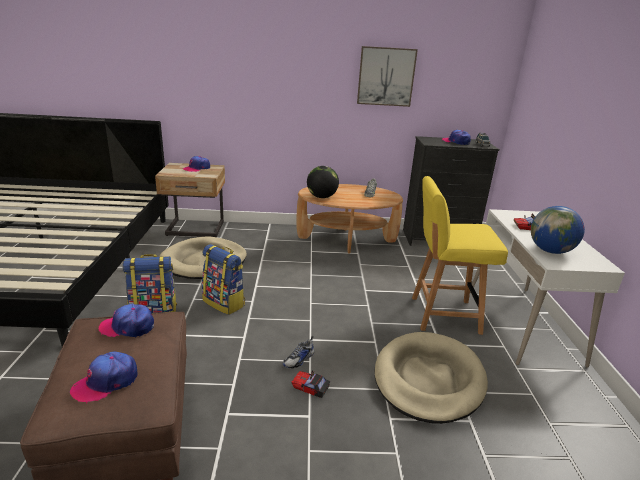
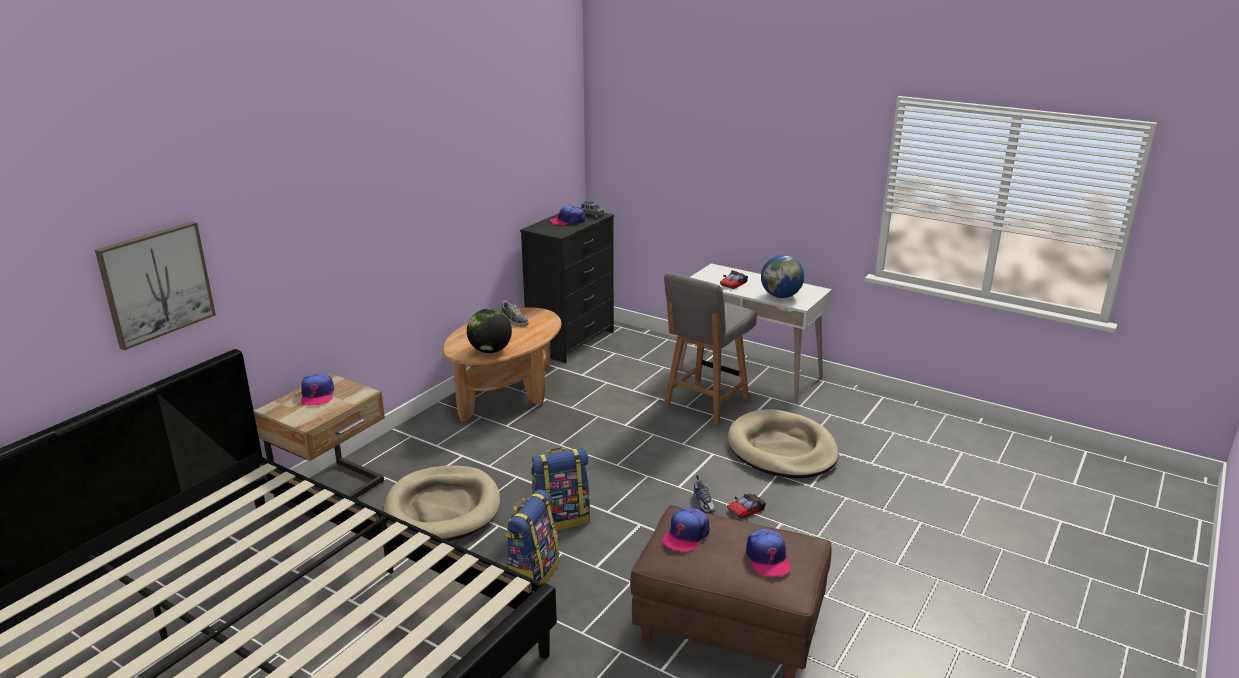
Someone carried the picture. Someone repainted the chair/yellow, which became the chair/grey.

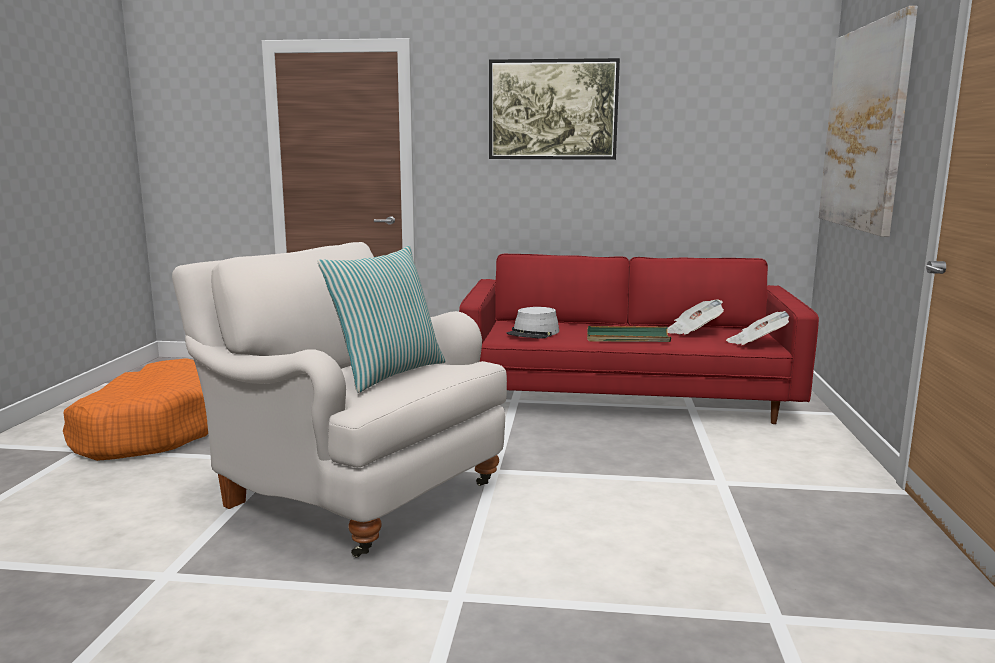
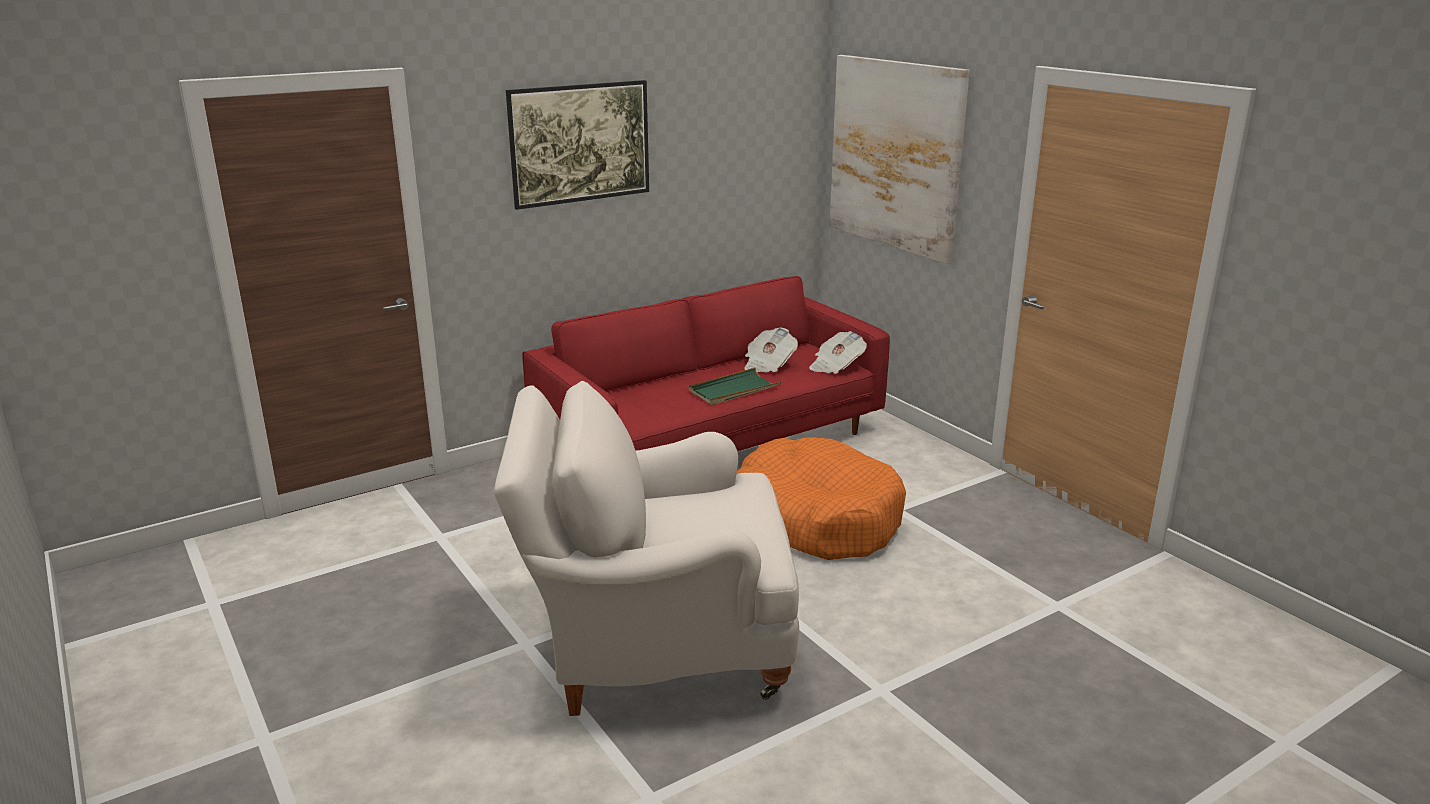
Someone carried the dog bed/orange. Someone took away the pillow. Someone took away the hat/grey.

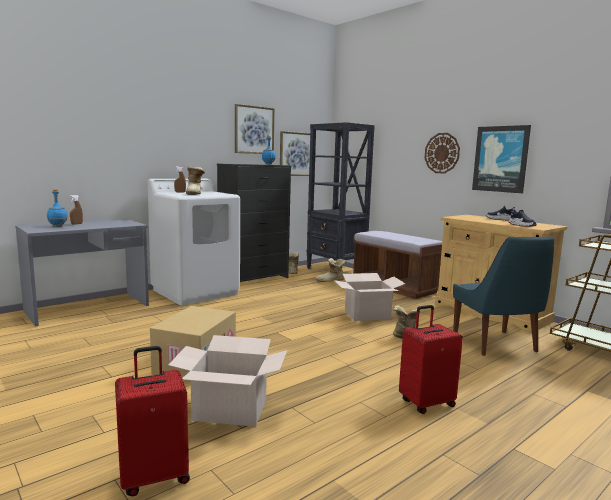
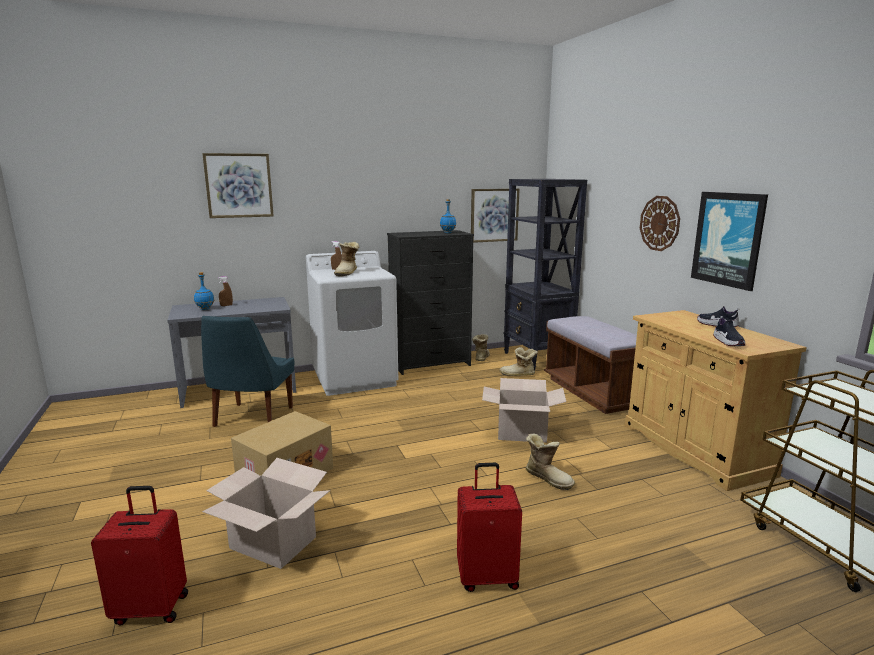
Someone carried the chair/blue. Someone carried the picture (1st from left).

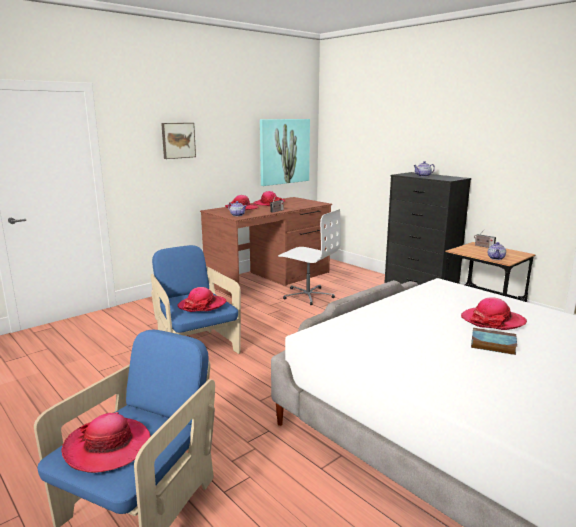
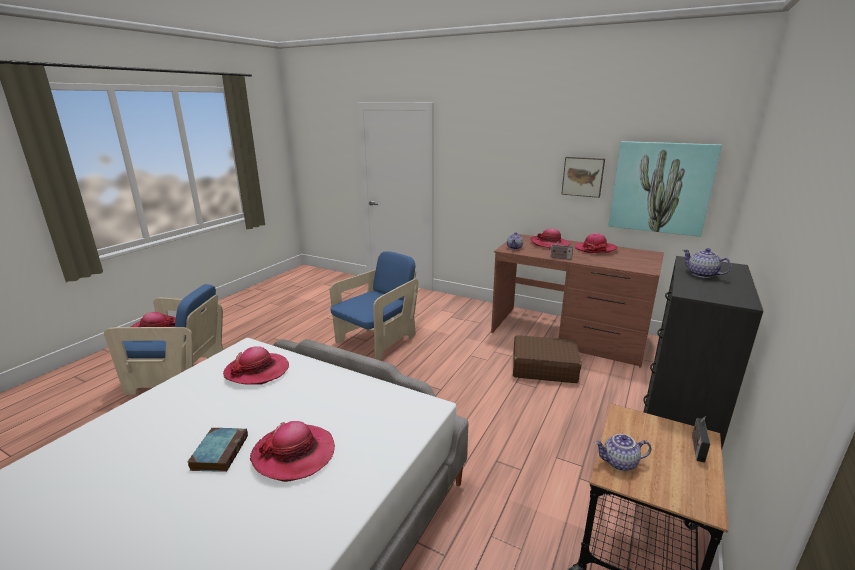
Someone carried the hat (2nd from left). Someone swapped the office chair/white for the suitcase/brown. Someone carried the picture (1st from left).

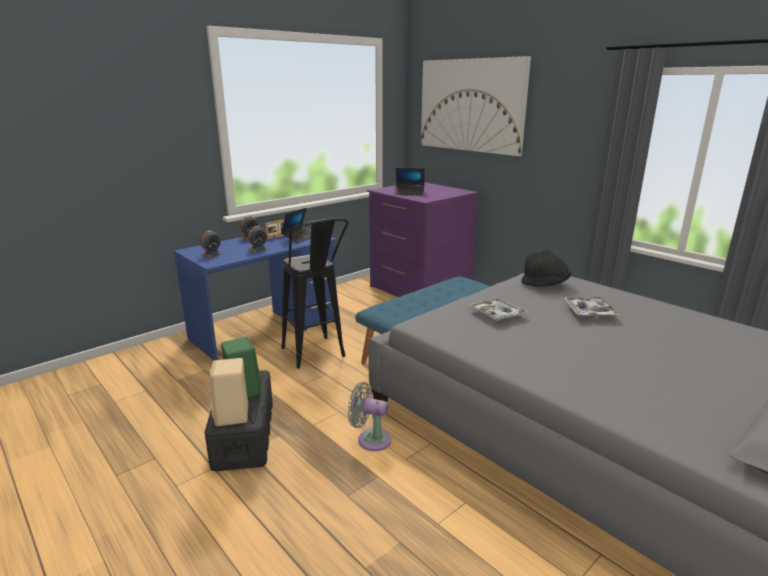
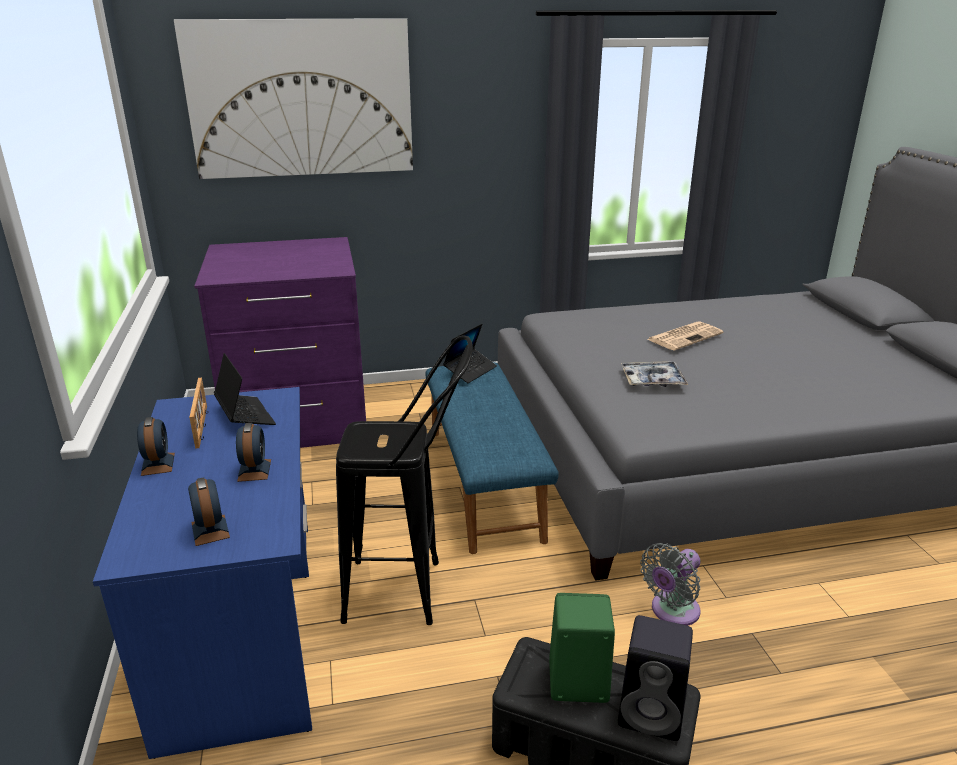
Someone carried the laptop (2nd from left). Someone repainted the speaker/beige, which became the speaker/black. Someone swapped the tray (2nd from left) for the newspaper. Someone took away the hat/black.

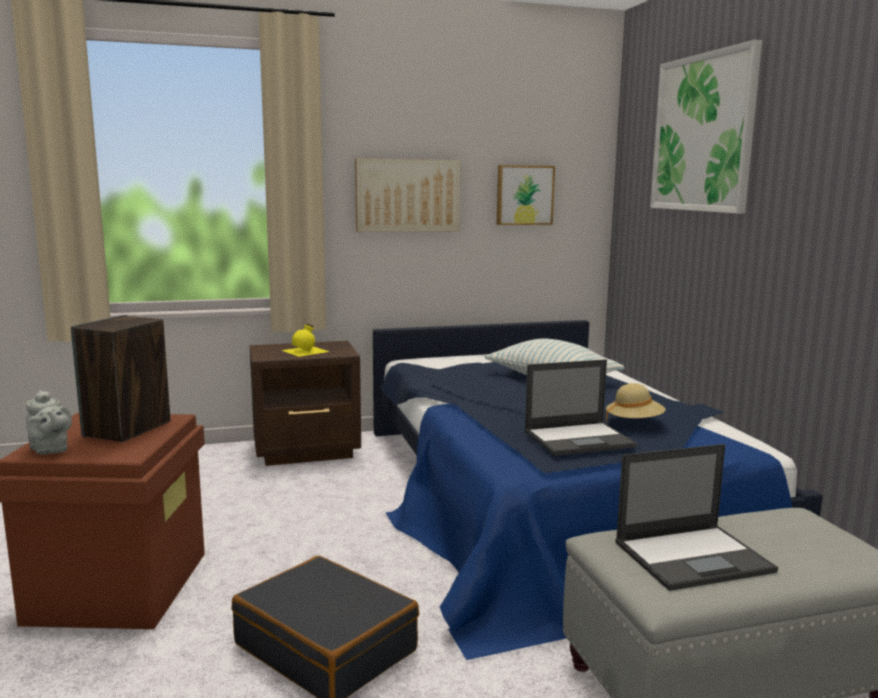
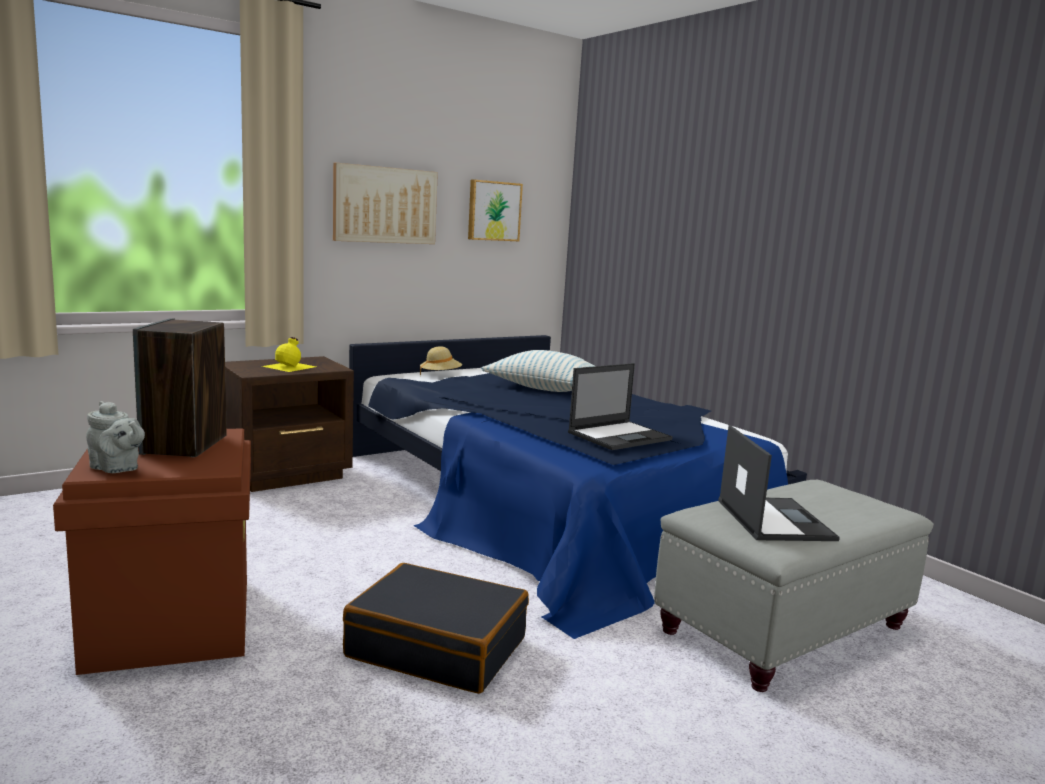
Someone carried the hat/beige. Someone rotated the laptop (2nd from left) by 60 degrees counterclockwise. Someone took away the picture (3rd from left).

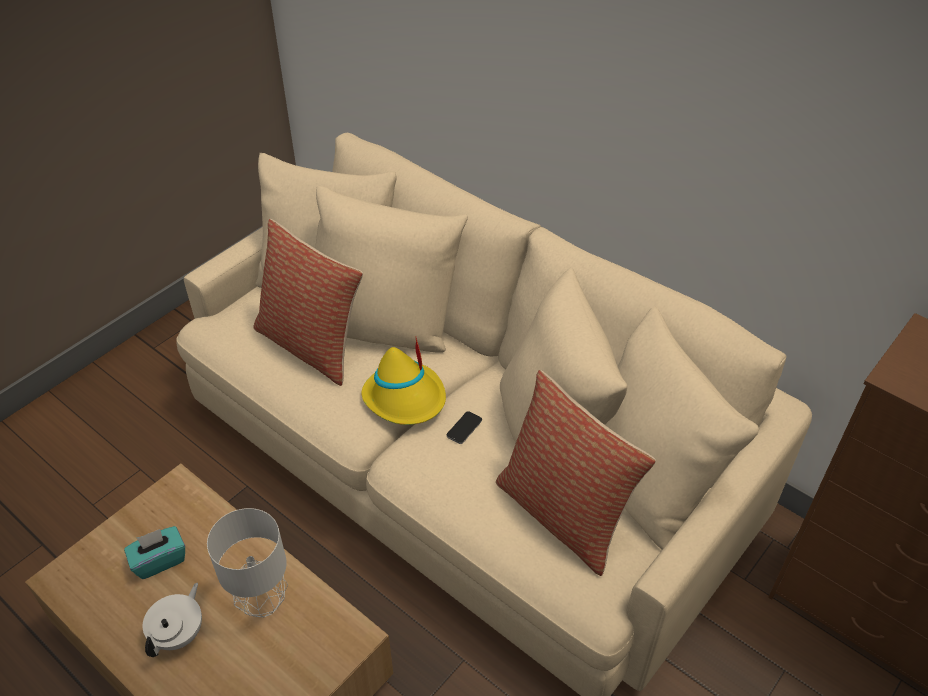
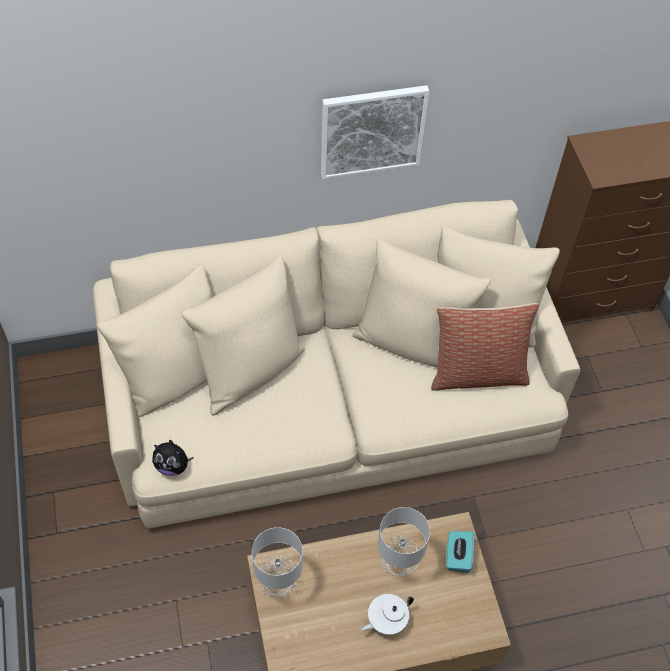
Someone put down the plush toy. Someone put down the table lamp/grey (1st from left). Someone put up the picture. Someone rotated the teapot/white by 90 degrees counterclockwise. Someone carried the tissue box/turquoise. Someone took away the pillow (1st from left). Someone took away the hat/yellow. Someone took away the phone.

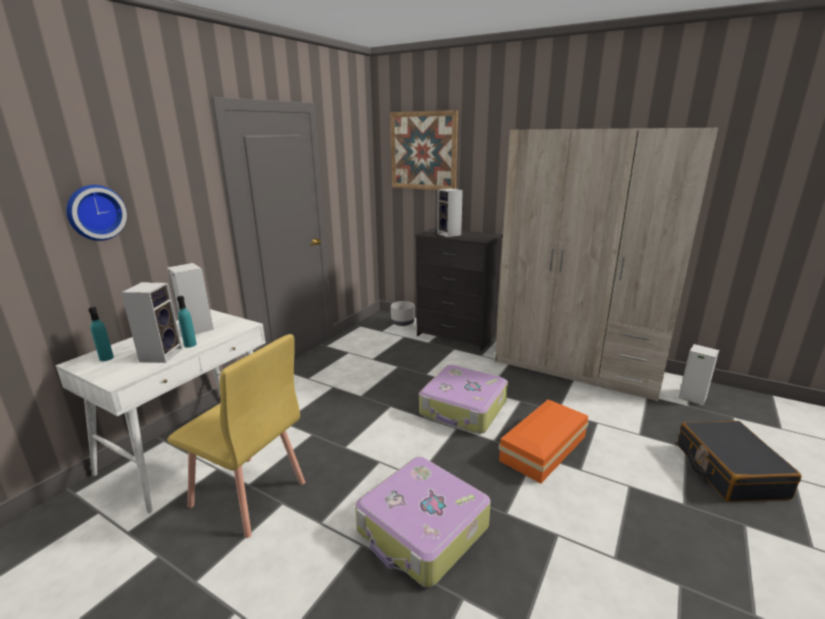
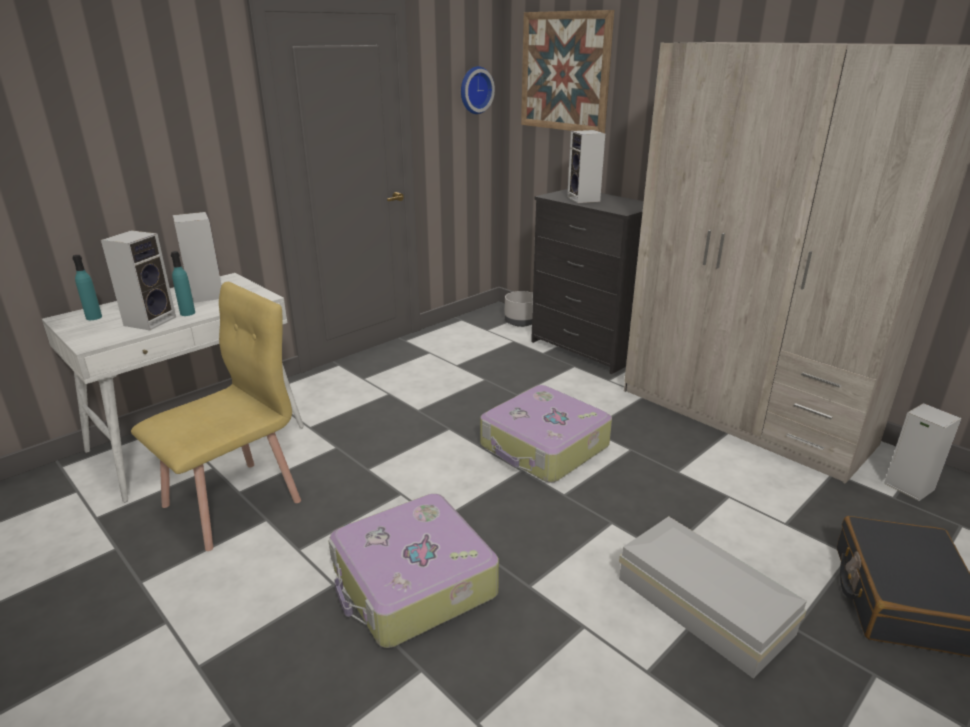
Someone rotated the chair/yellow by 90 degrees counterclockwise. Someone carried the wall clock. Someone put down the storage box/white. Someone took away the storage box/orange.

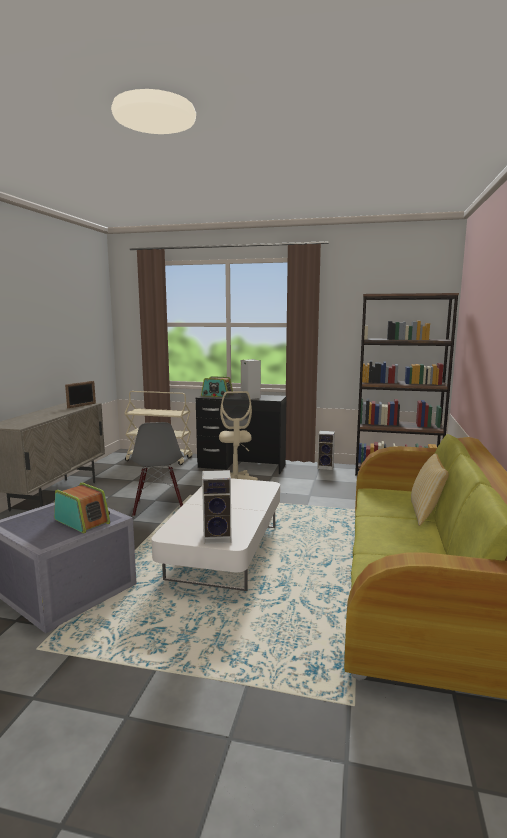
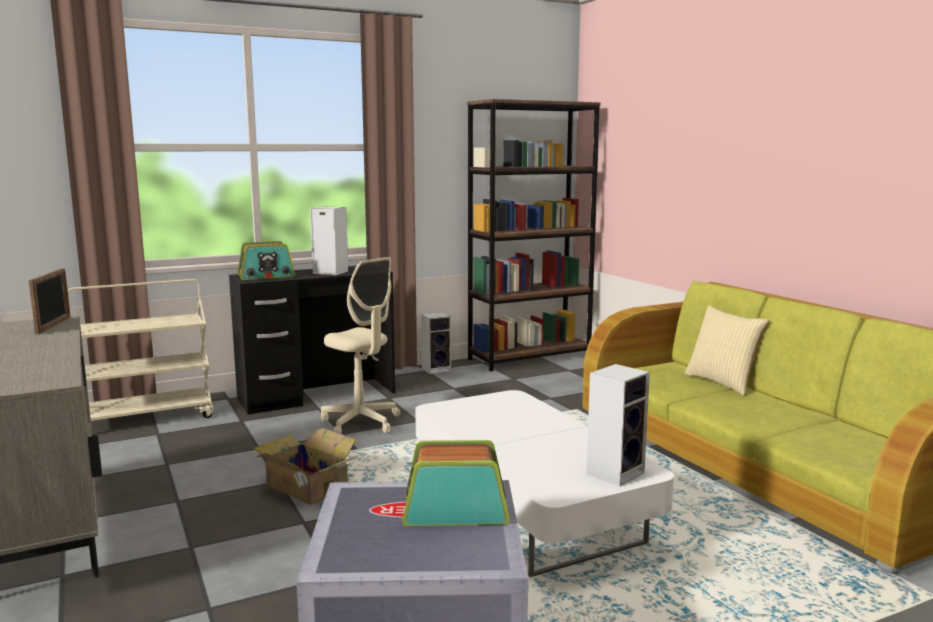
Someone swapped the chair/grey for the cardboard box.

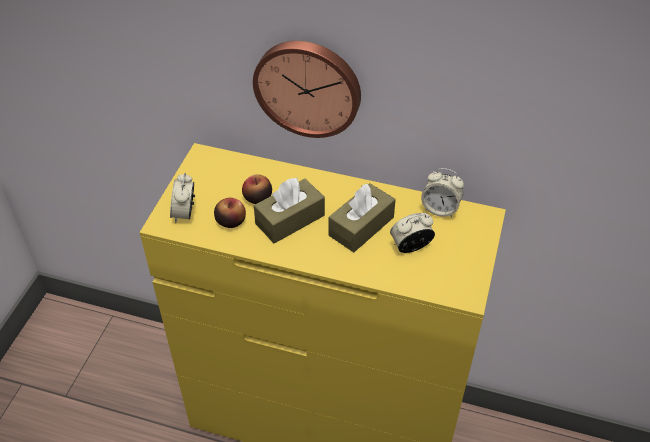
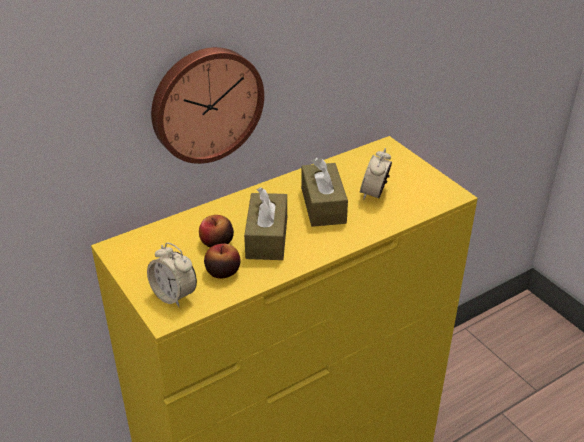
Someone took away the alarm clock (3rd from left).

